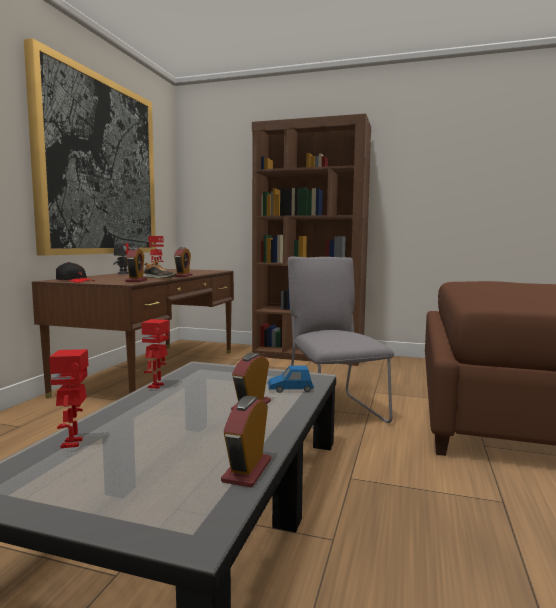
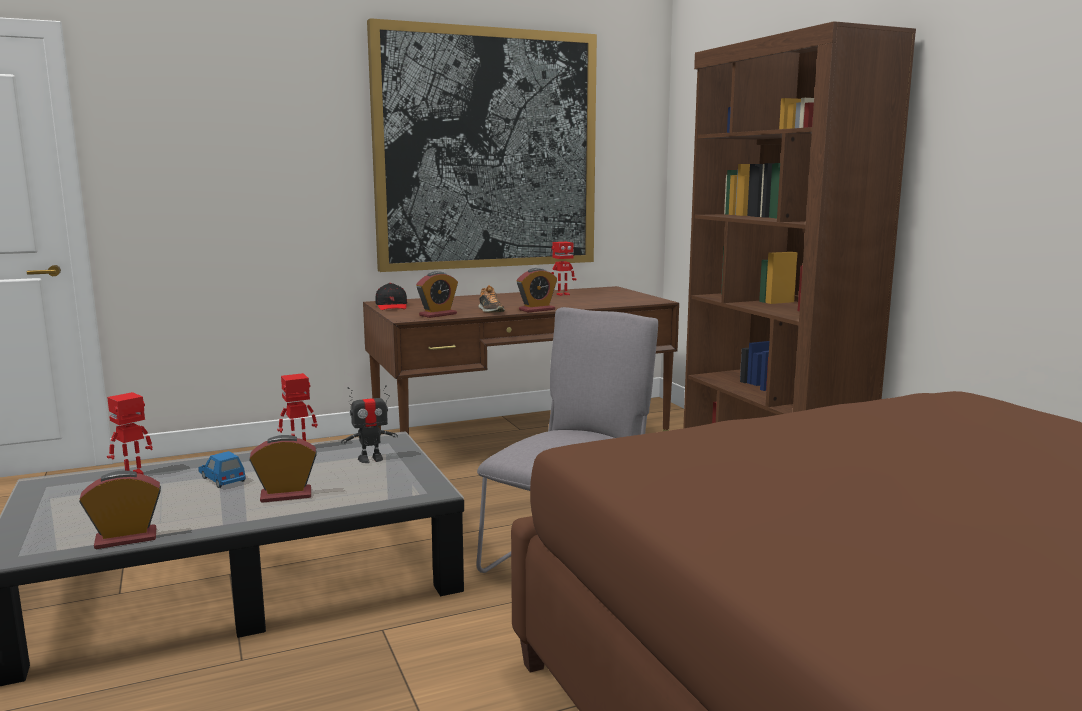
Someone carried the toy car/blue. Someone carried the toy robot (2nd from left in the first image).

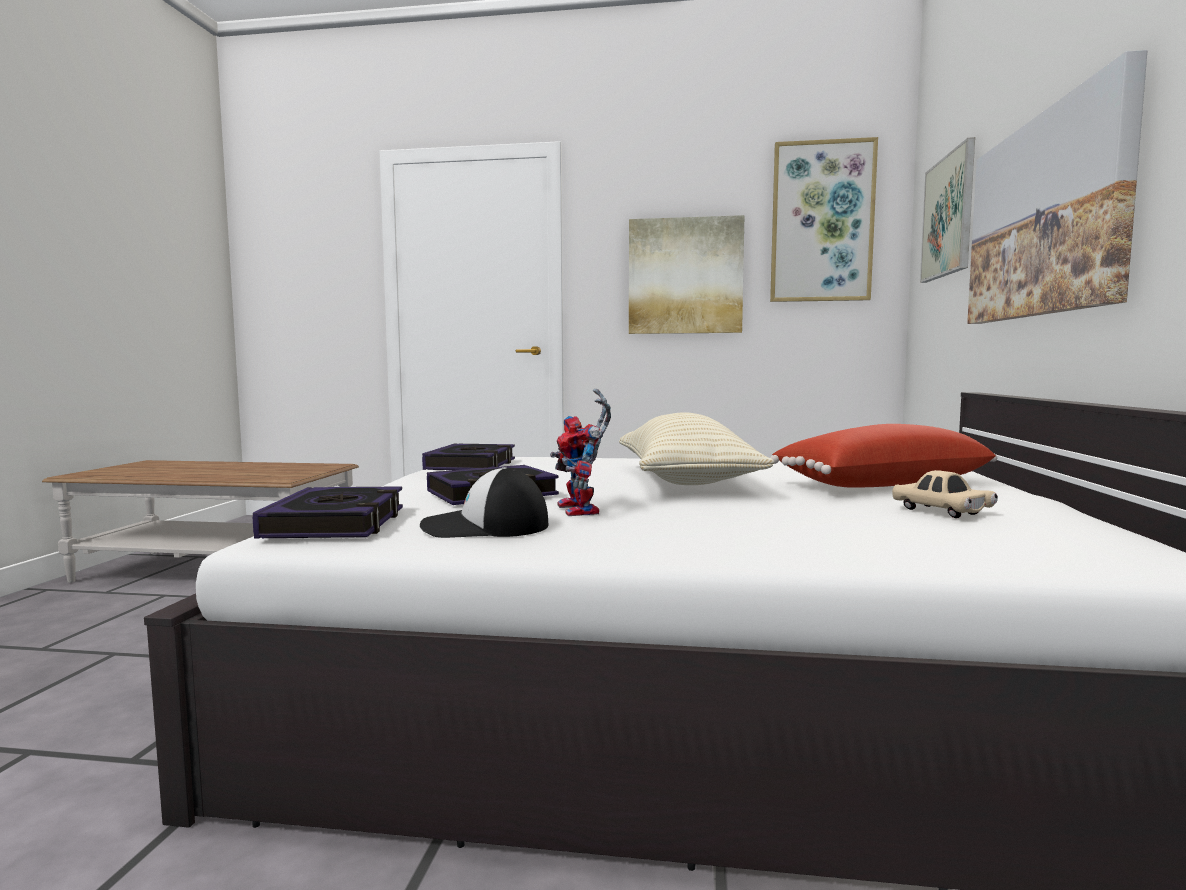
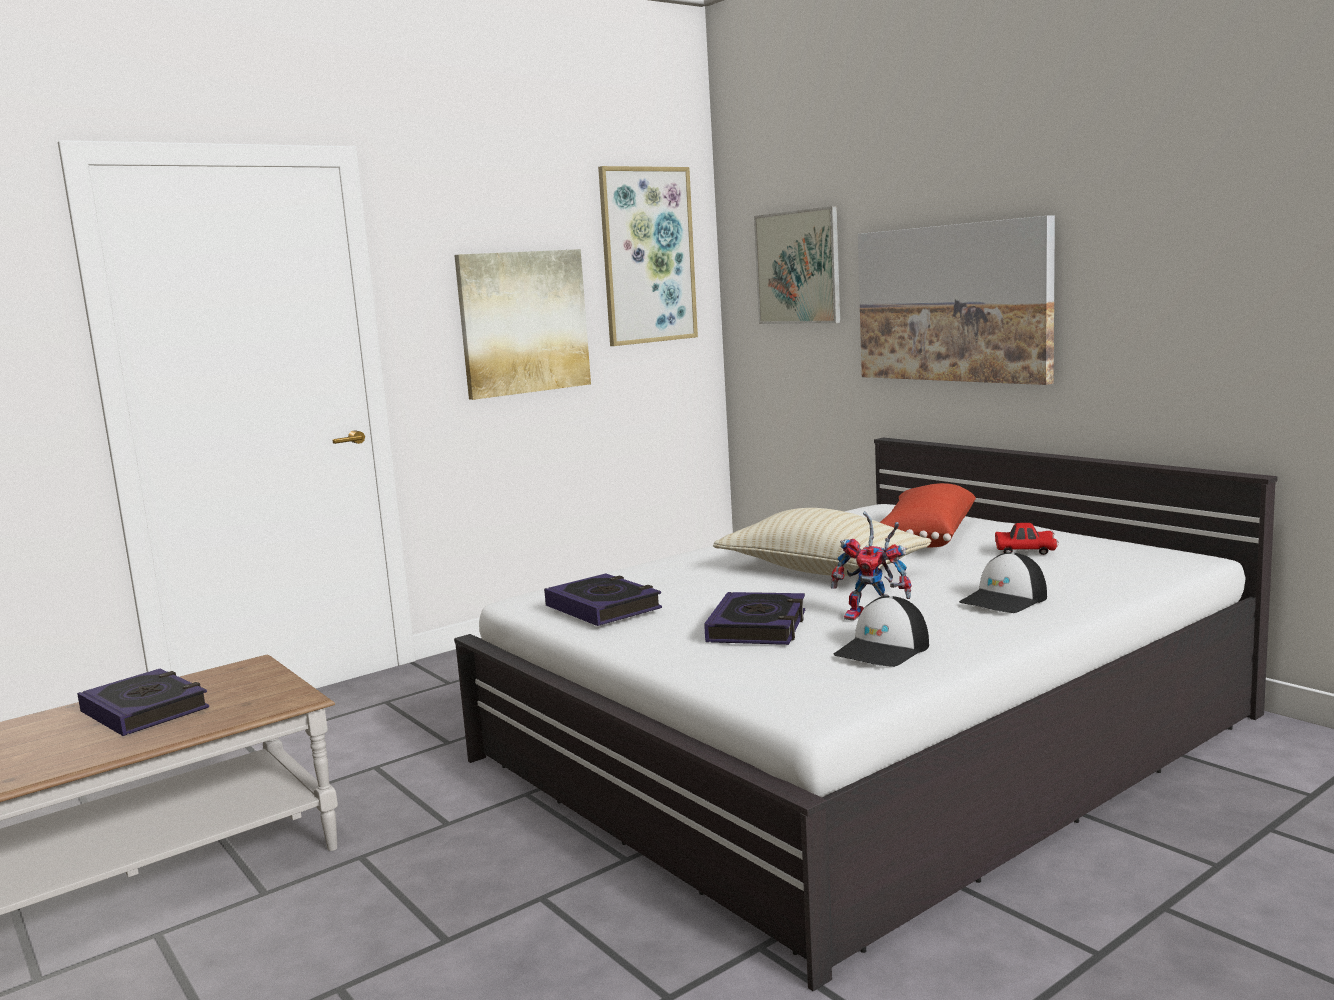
Someone carried the book (1st from left). Someone put down the cap (2nd from left). Someone repainted the toy car/beige, which became the toy car/red.

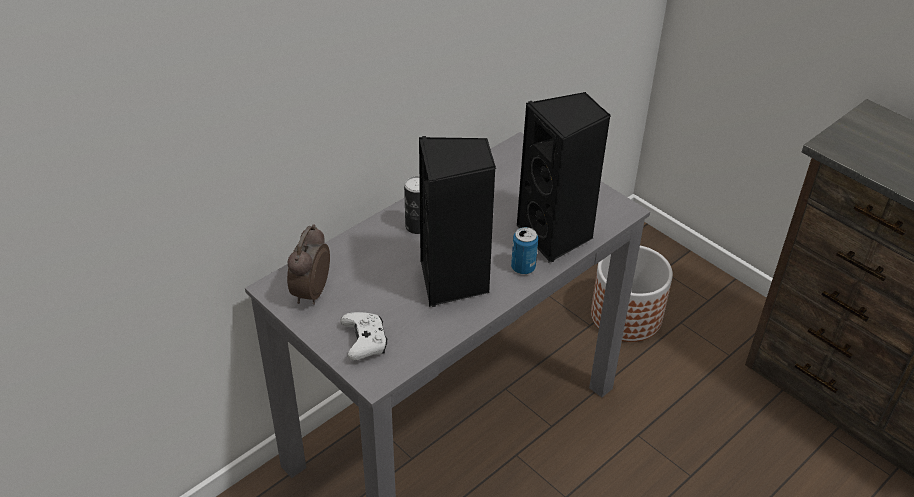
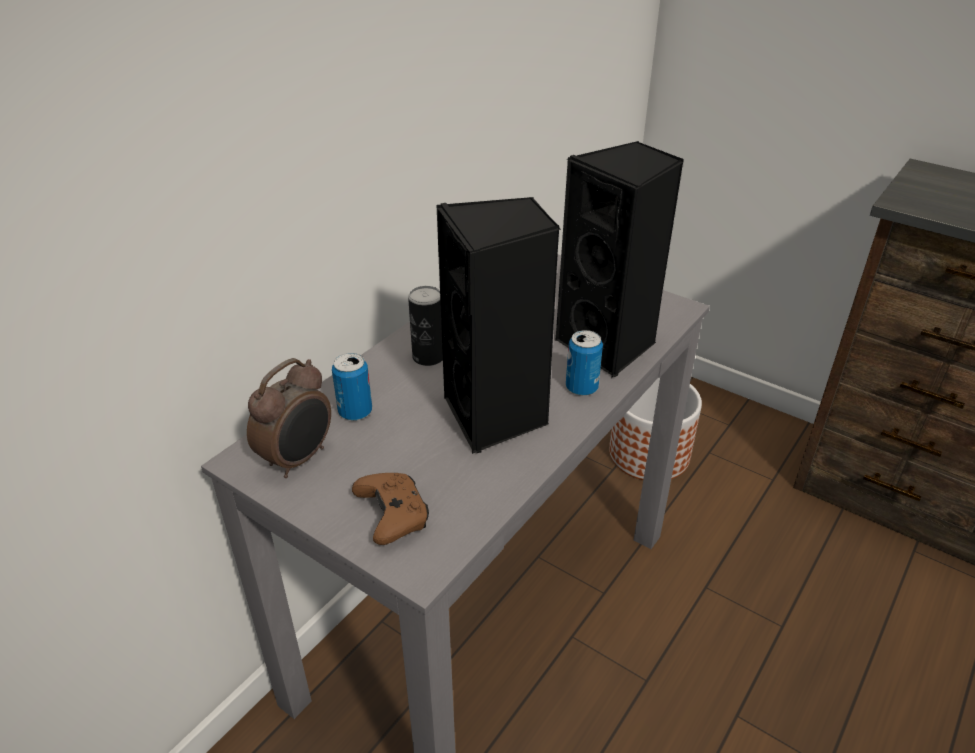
Someone rotated the alarm clock by 150 degrees counterclockwise. Someone put down the can (1st from left). Someone repainted the game controller/white, which became the game controller/brown.

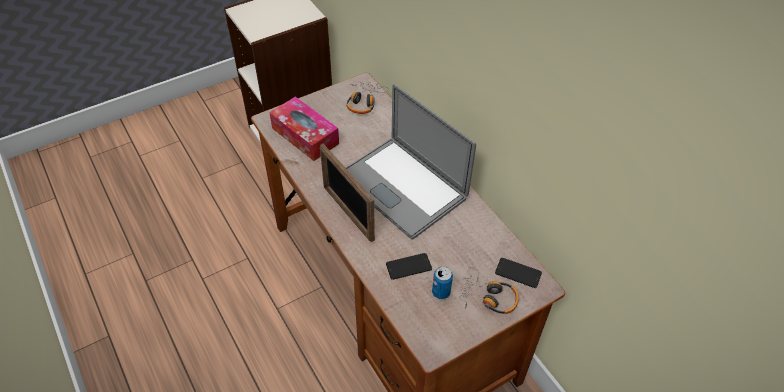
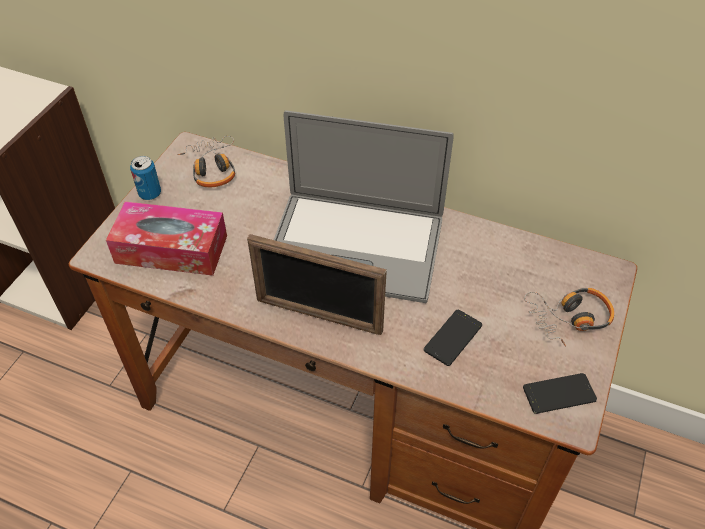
Someone carried the can. Someone carried the phone (2nd from left).

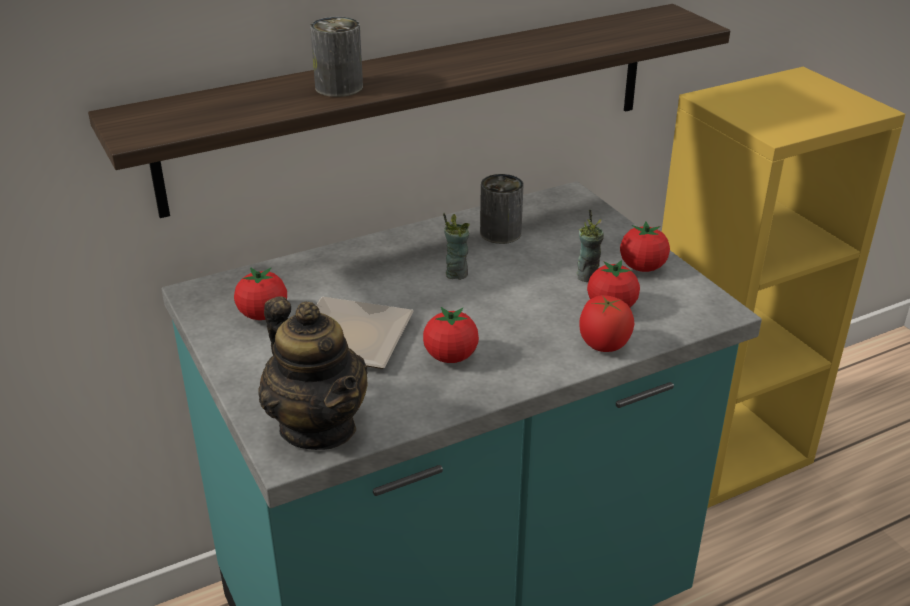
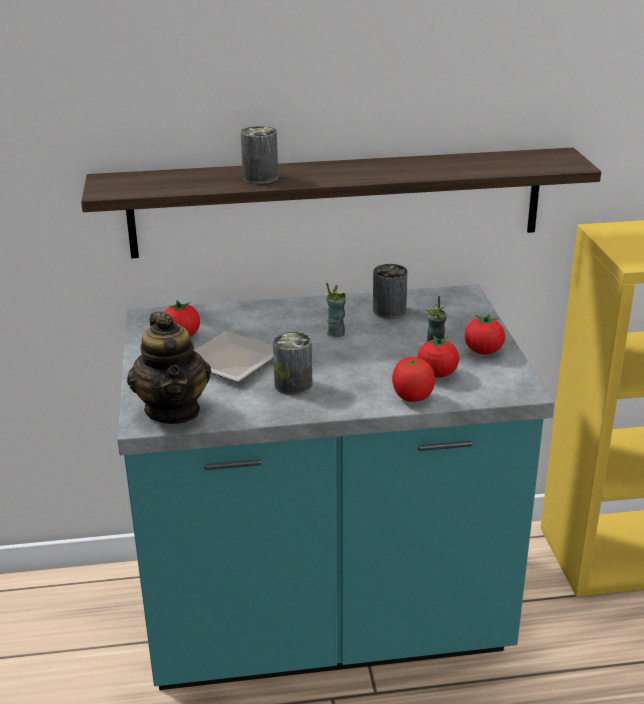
Someone swapped the tomato (2nd from left) for the can (2nd from left).

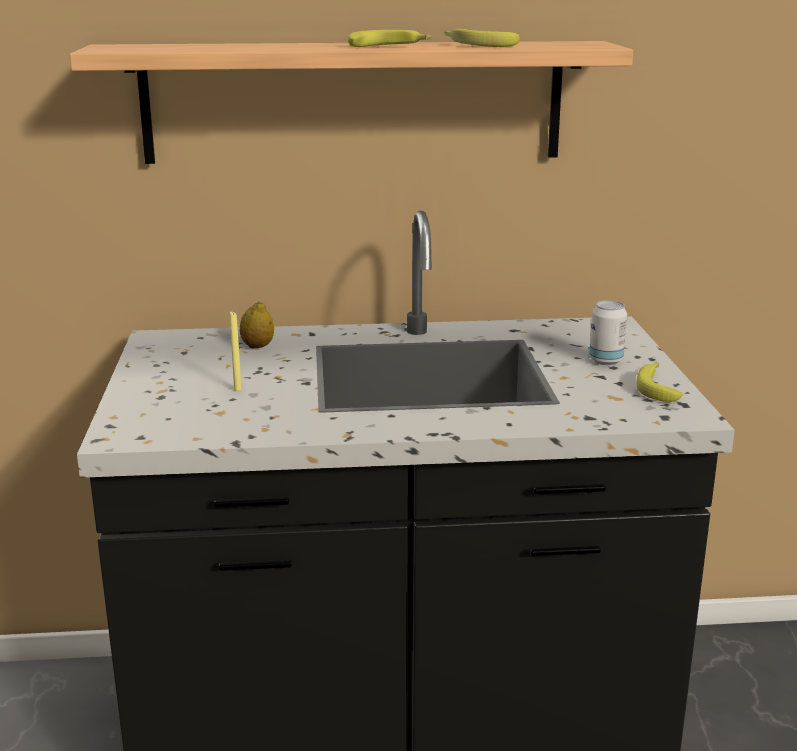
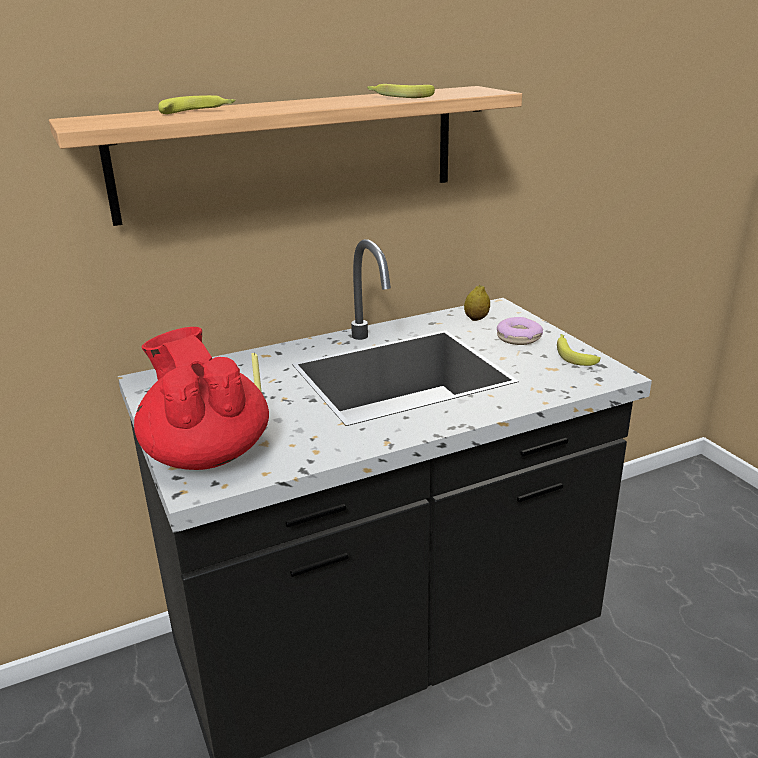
Someone put down the teapot/red. Someone carried the banana (1st from left). Someone carried the lemon. Someone swapped the can for the donut.

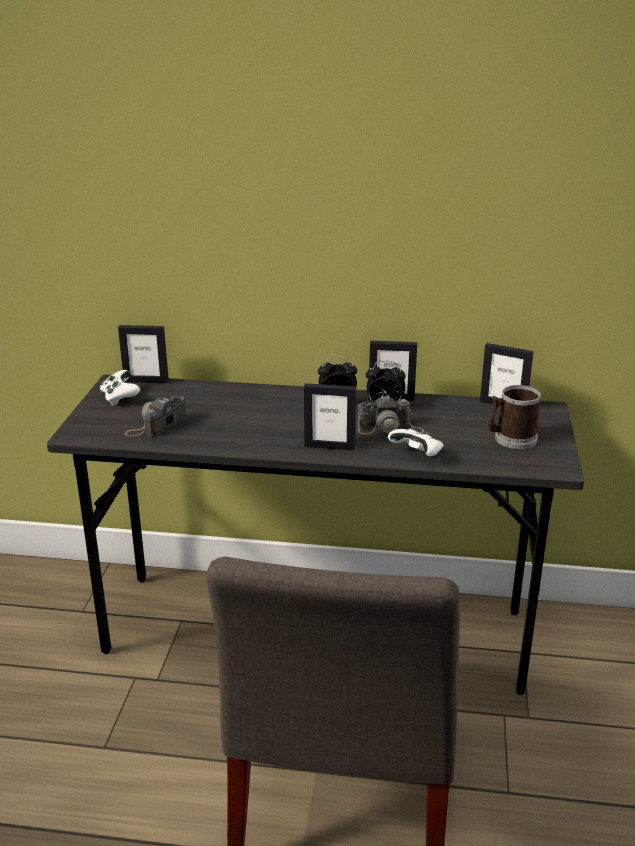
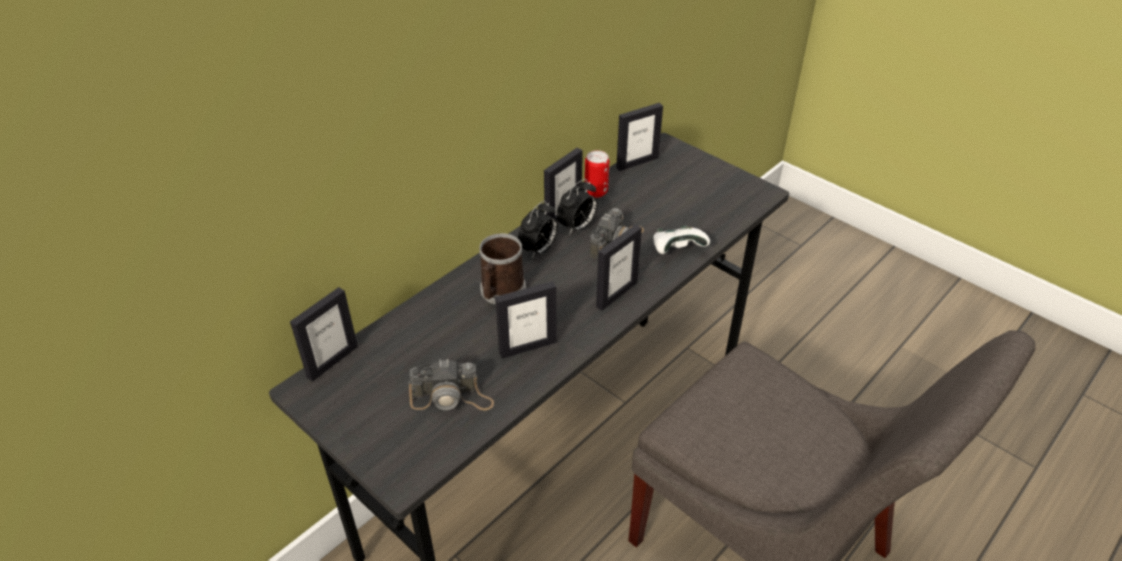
Someone rotated the photo camera (1st from left) by 75 degrees counterclockwise. Someone carried the mug. Someone put down the picture frame (2nd from left). Someone put down the can. Someone took away the game controller/white (1st from left).

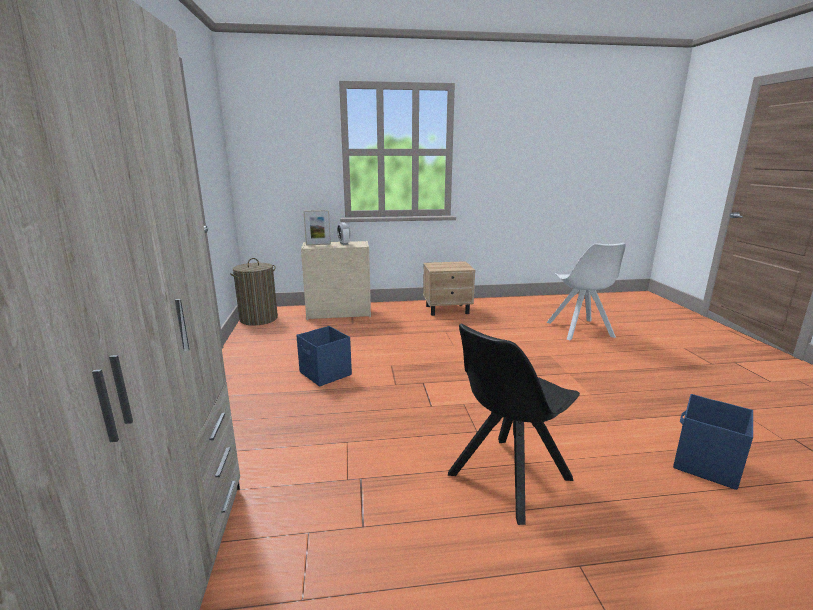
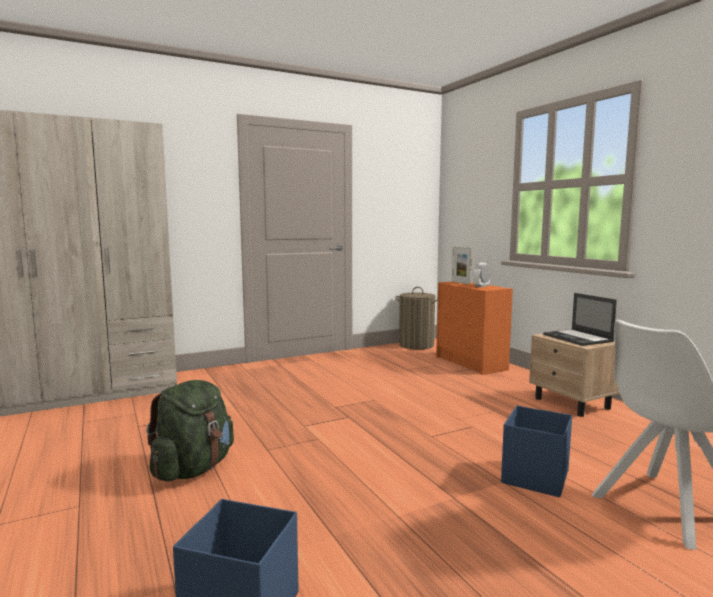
Someone swapped the chair/black for the backpack/green. Someone repainted the dresser/beige, which became the dresser/orange. Someone carried the storage box/blue (1st from left in the first image). Someone put down the laptop.

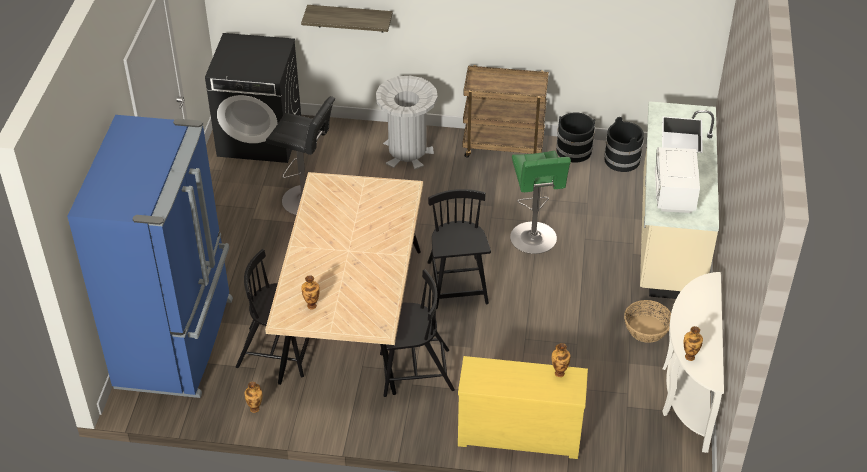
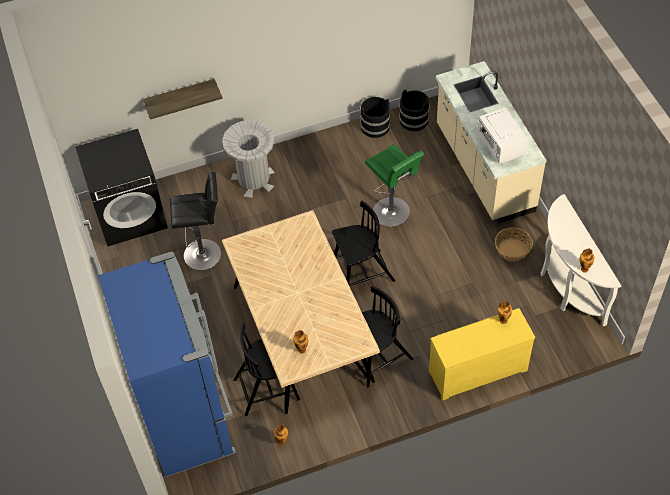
Someone rotated the chair/black (3rd from left in the first image) by 105 degrees clockwise. Someone took away the cart/brown.

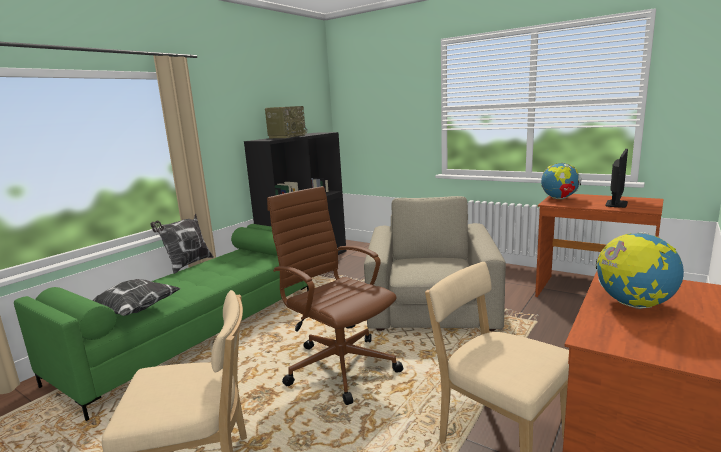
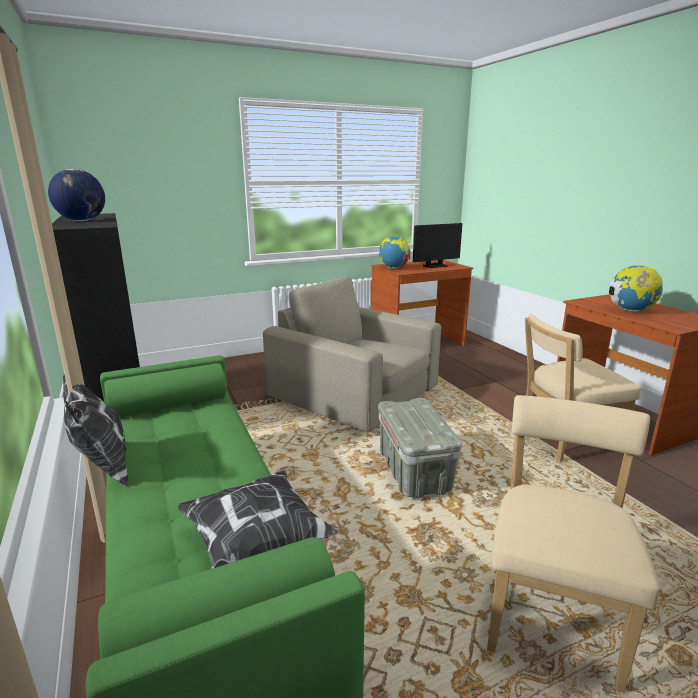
Someone swapped the radio for the globe (1st from left). Someone swapped the office chair/brown for the storage box/grey. Someone rotated the monitor by 90 degrees clockwise.

